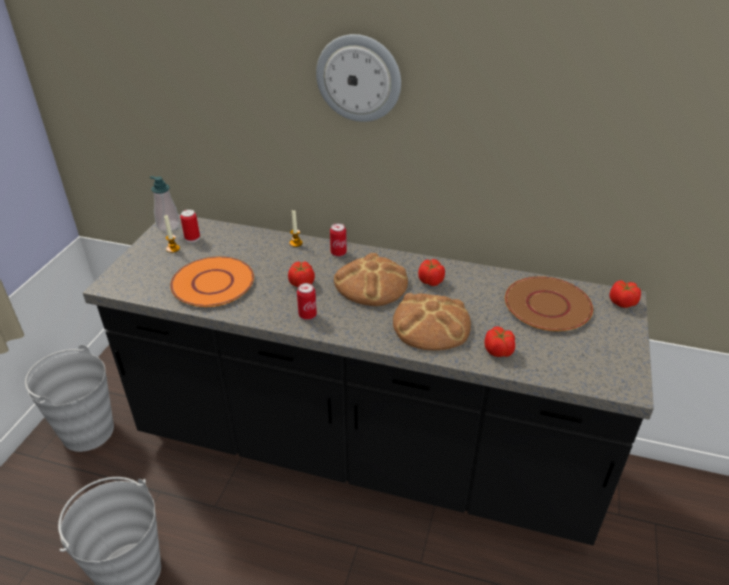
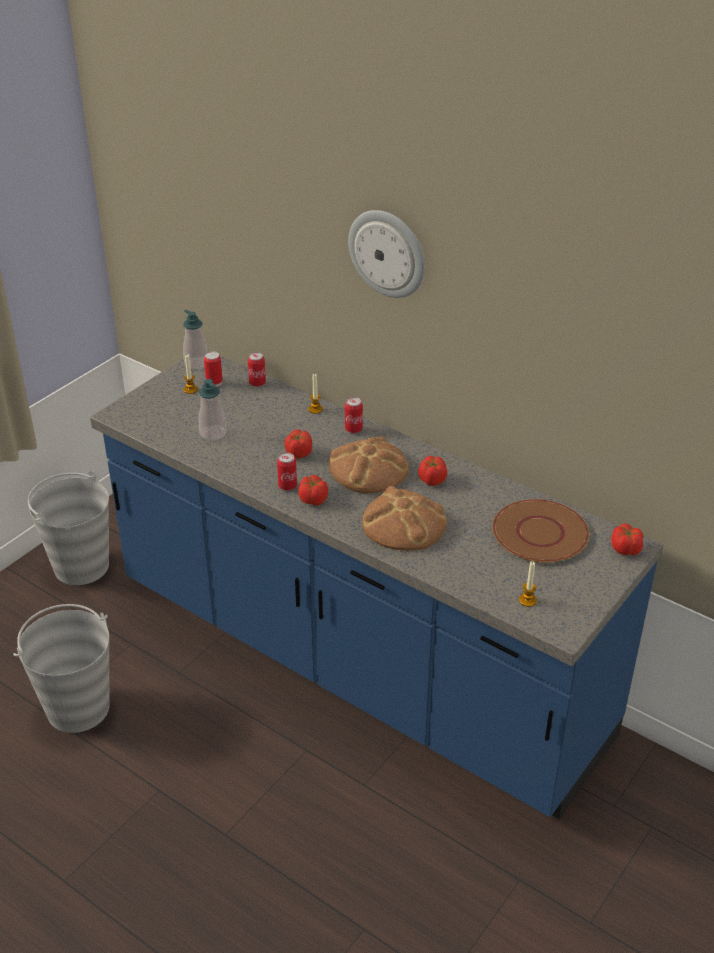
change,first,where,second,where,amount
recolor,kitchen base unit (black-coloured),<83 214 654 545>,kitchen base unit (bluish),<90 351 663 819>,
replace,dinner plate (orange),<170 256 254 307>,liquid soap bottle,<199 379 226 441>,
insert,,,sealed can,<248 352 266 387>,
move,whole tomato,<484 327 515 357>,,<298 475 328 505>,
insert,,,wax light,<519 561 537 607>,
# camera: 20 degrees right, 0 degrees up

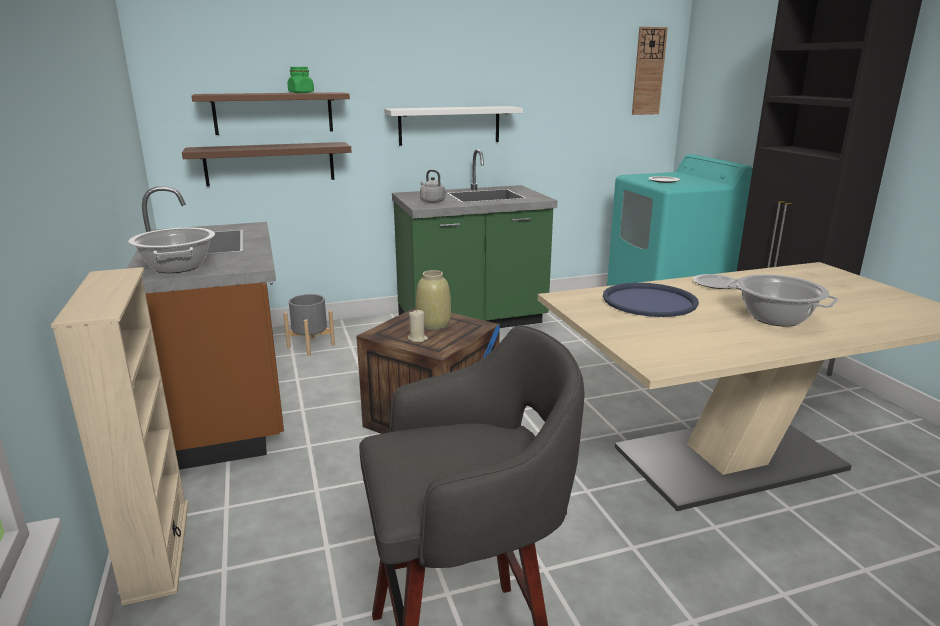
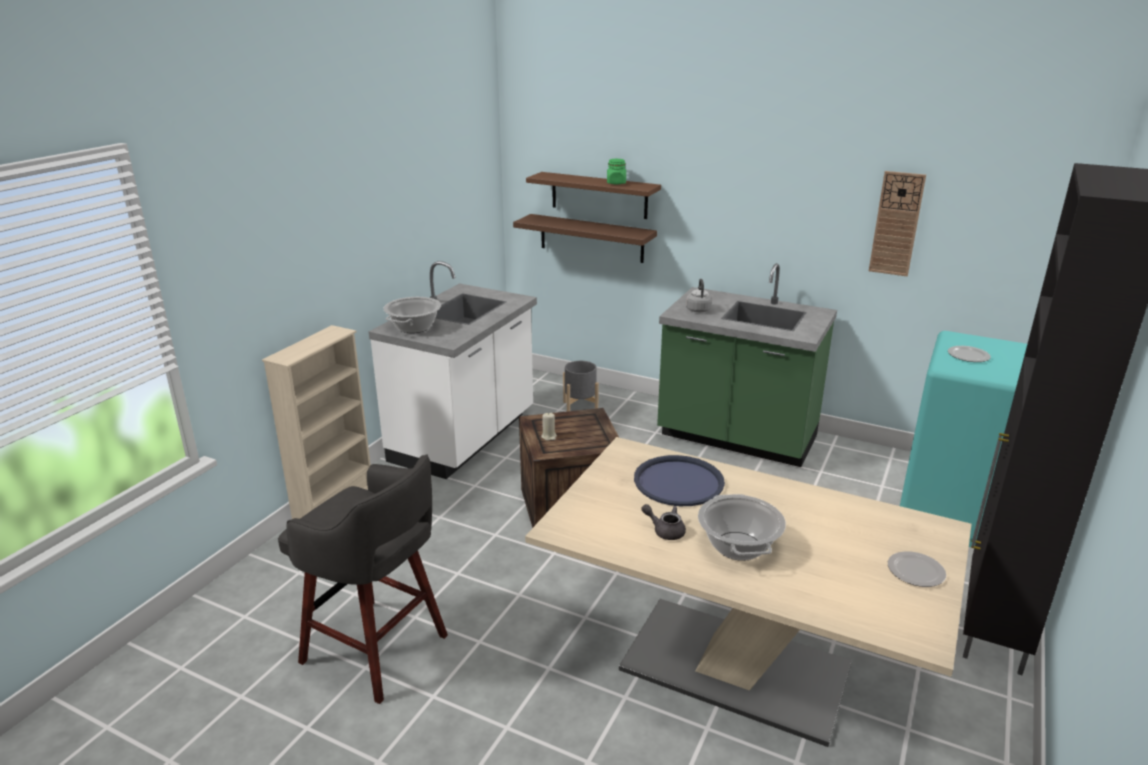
change,first,where,second,where,amount
recolor,kitchen base unit (brown),<127 186 284 470>,kitchen base unit (whitish),<369 261 537 479>,
insert,,,tea pot (gray),<641 504 686 540>,
move,clock on the wall,<632 27 668 115>,,<869 171 926 276>,
move,dinner plate,<693 274 738 289>,,<888 551 946 587>,
delete,shelf (whitish),<384 106 523 146>,,,
delete,flower vase (sand-coloured),<416 270 451 330>,,,
# camera: 45 degrees right, 5 degrees up

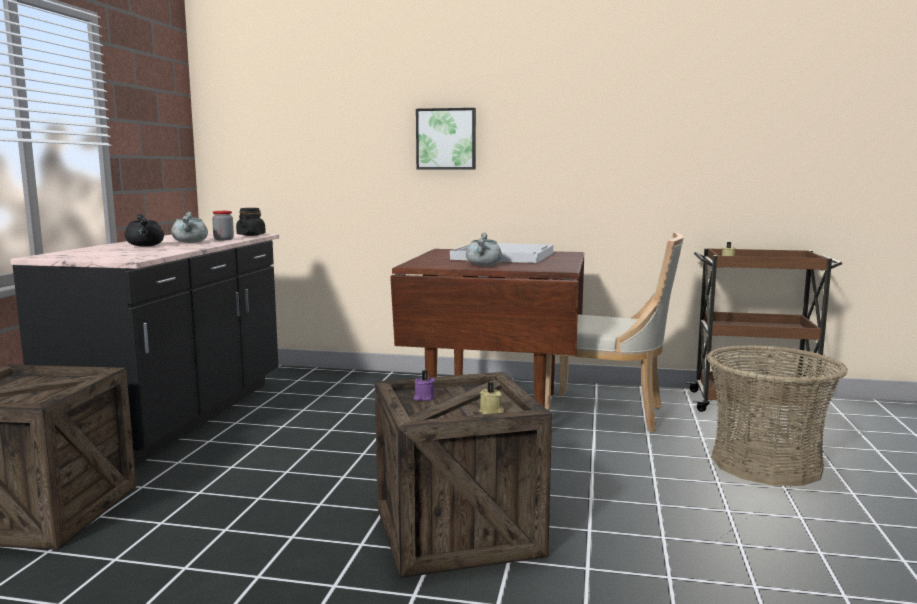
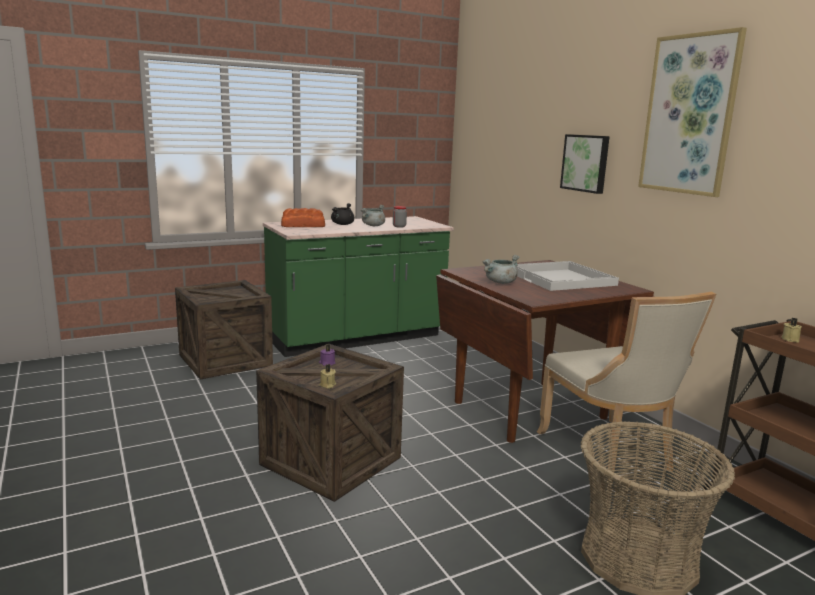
change,first,where,second,where,amount
recolor,kitchen base unit (black-coloured),<10 233 279 467>,kitchen base unit (green),<263 216 454 357>,
insert,,,bread,<281 208 325 227>,
insert,,,wall art,<638 27 747 197>,
delete,jar (black-coloured),<236 208 266 236>,,,
# camera: 50 degrees right, 5 degrees up

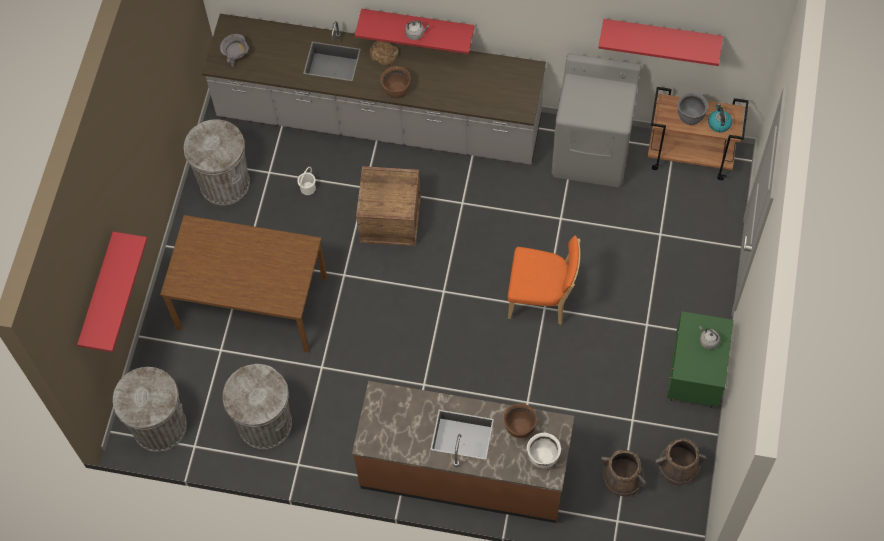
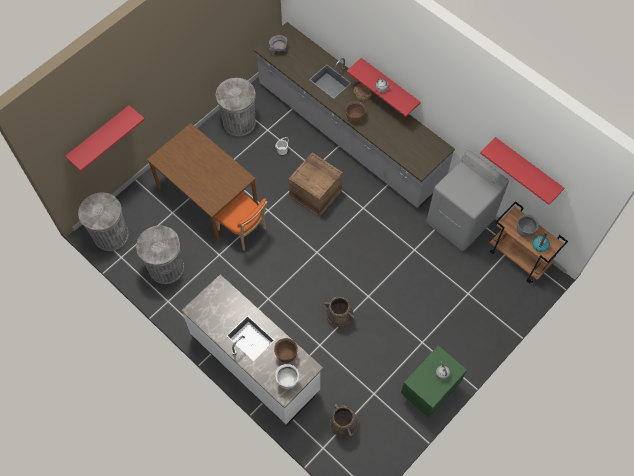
change,first,where,second,where,amount
recolor,kitchen base unit (brown),<352 381 574 523>,kitchen base unit (whitish),<181 274 323 426>,
move,plain chair (orange),<508 236 581 325>,,<215 192 267 251>,
move,water bucket (brown),<656 439 706 486>,,<324 296 355 328>,
# camera: 30 degrees right, 0 degrees up

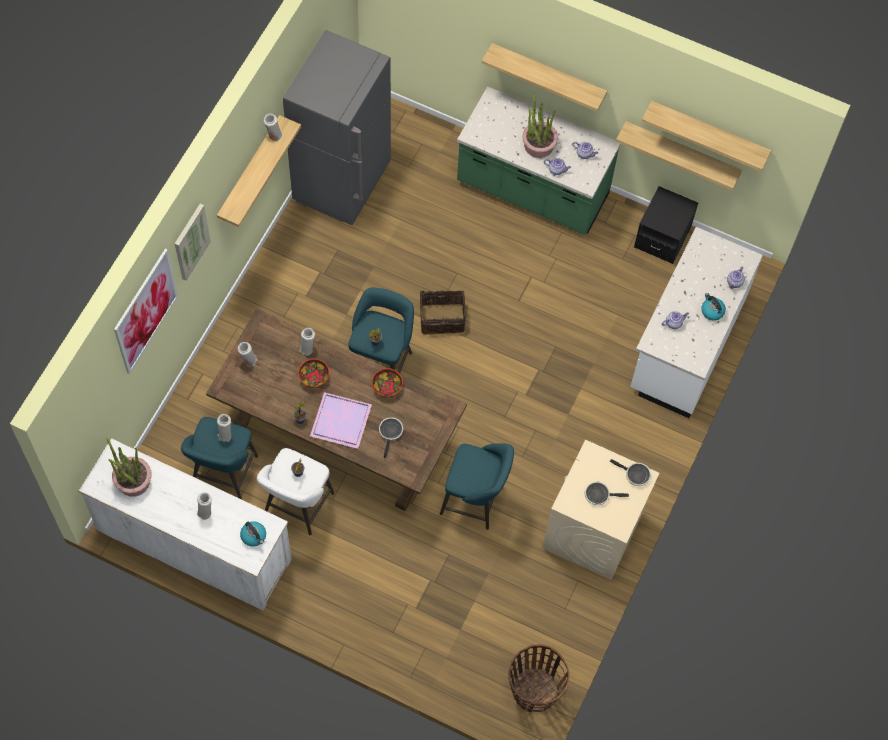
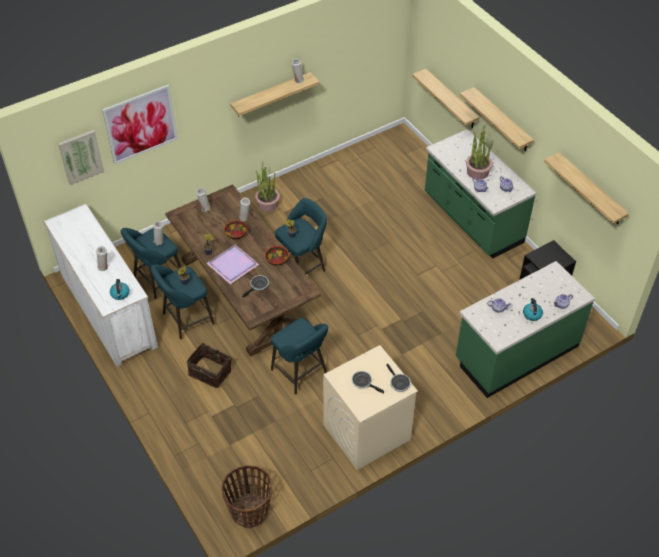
change,first,where,second,where,amount
move,wall art,<175 204 211 281>,,<58 130 104 185>,
recolor,stool (whitish),<257 448 334 535>,stool (blue-green),<150 264 214 340>,
move,household basket,<420 283 466 334>,,<187 343 232 388>,
move,plant in a pot,<107 438 151 497>,,<255 161 280 211>,
move,shelf,<616 121 742 190>,,<412 69 479 128>,
recolor,kitchen base unit (whitish),<630 227 763 418>,kitchen base unit (green),<456 261 595 398>,
delete,refrigerator (gray),<283 30 391 225>,,,
# camera: 35 degrees right, 15 degrees down

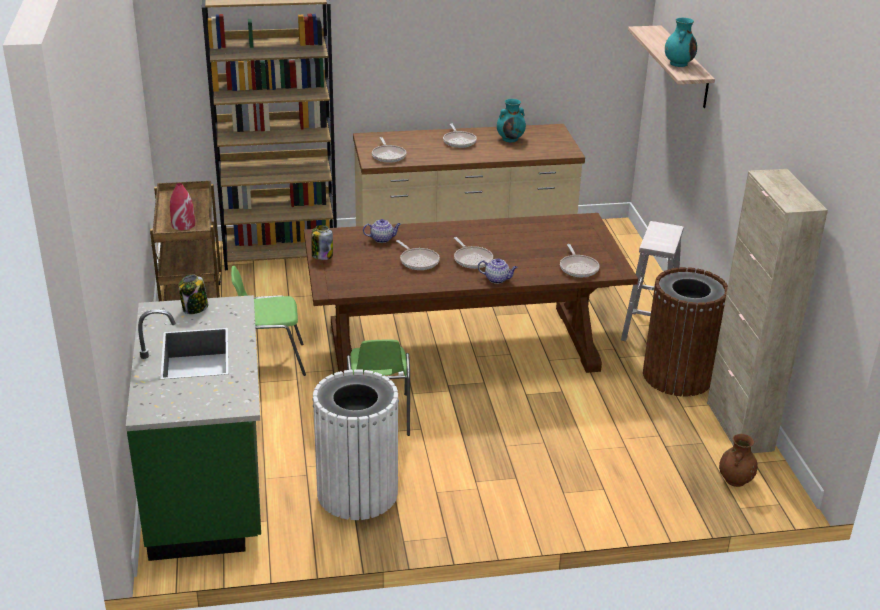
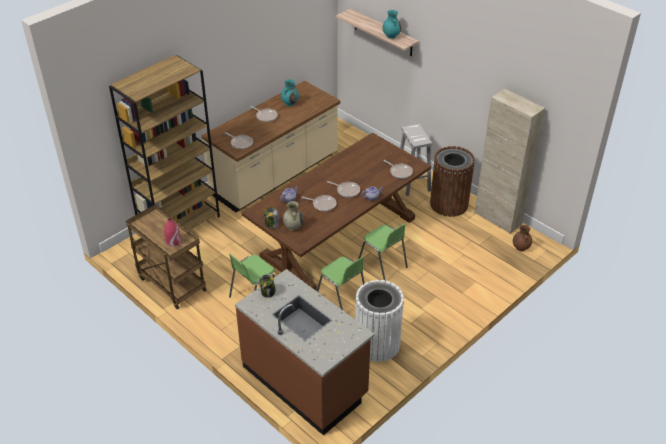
change,first,where,second,where,amount
recolor,kitchen base unit (green),<126 295 261 561>,kitchen base unit (brown),<235 269 375 435>,
insert,,,flower vase (sand-coloured),<283 201 304 231>,
insert,,,plain chair (green),<358 223 408 282>,
# camera: 35 degrees left, 10 degrees up

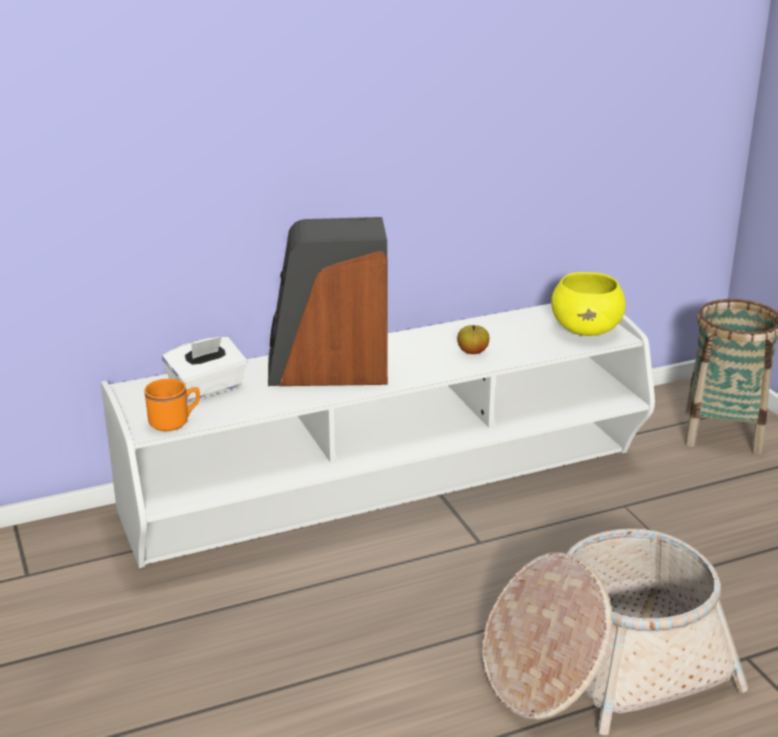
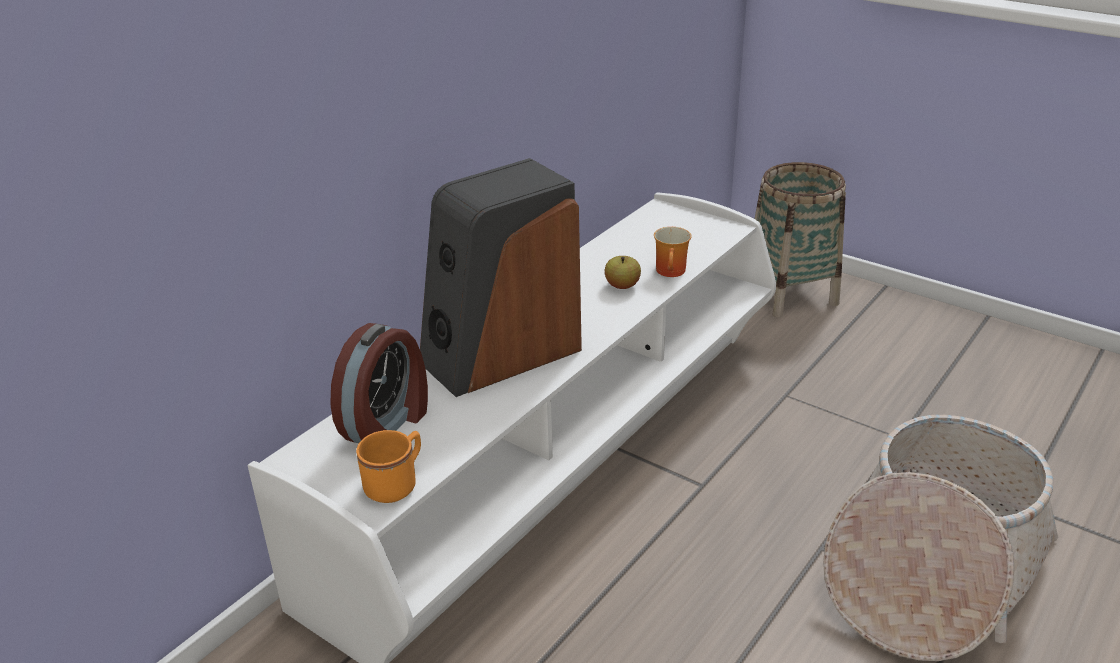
change,first,where,second,where,amount
replace,tissue holder (whitish),<162 337 247 401>,table clock,<330 323 428 443>,
insert,,,coffee mug,<654 227 692 277>,
delete,bowl (yellowish),<551 272 626 336>,,,
# camera: 30 degrees left, 5 degrees up

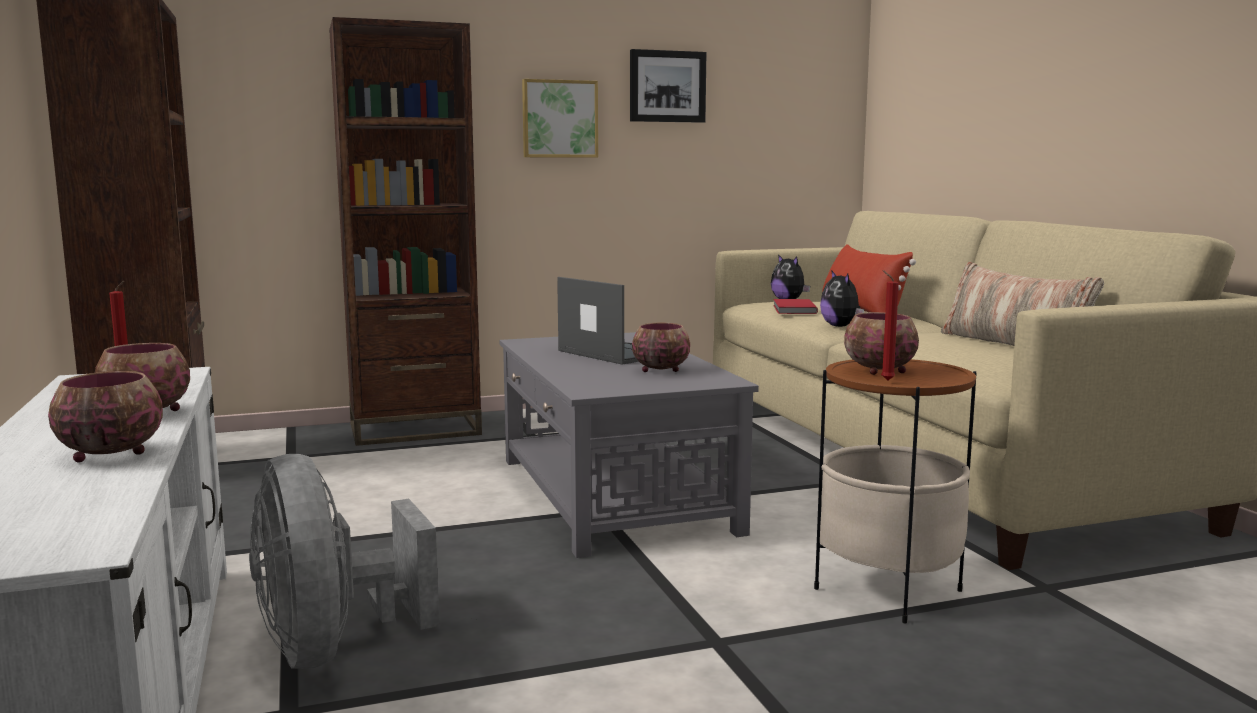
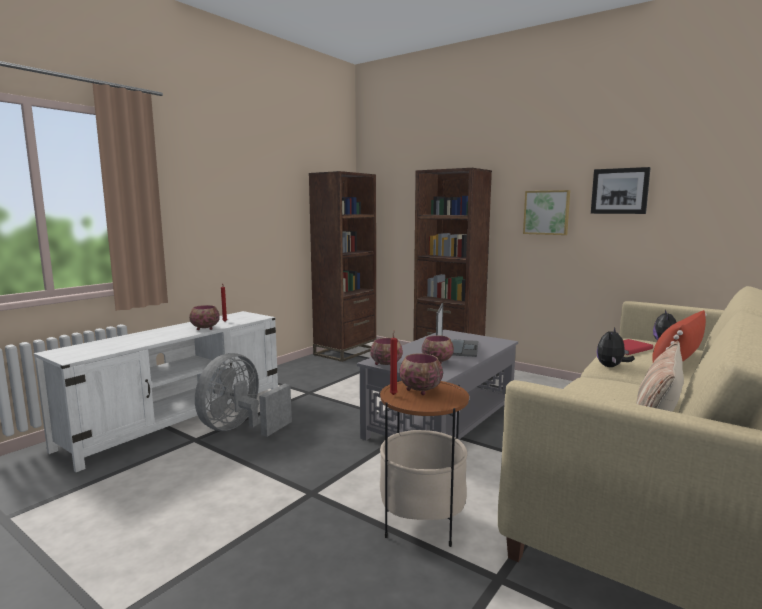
change,first,where,second,where,amount
move,bowl,<48 371 163 462>,,<370 338 403 365>,
# camera: 55 degrees right, 0 degrees up

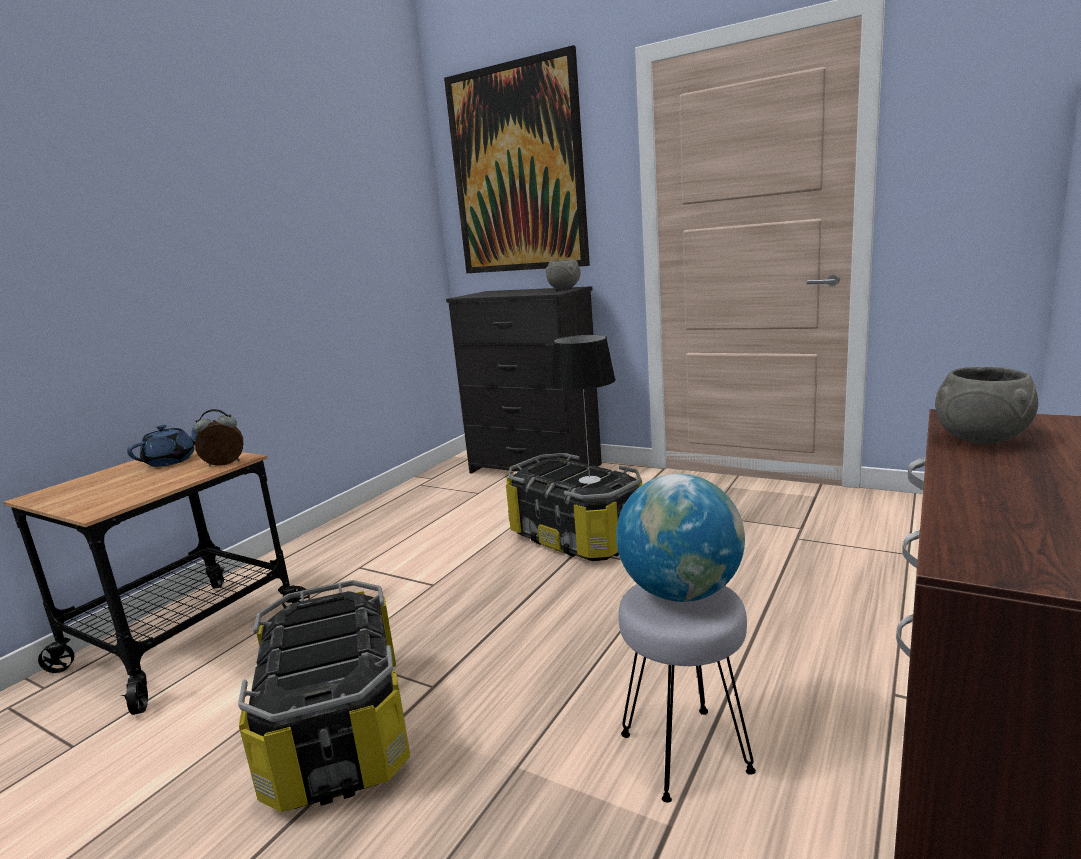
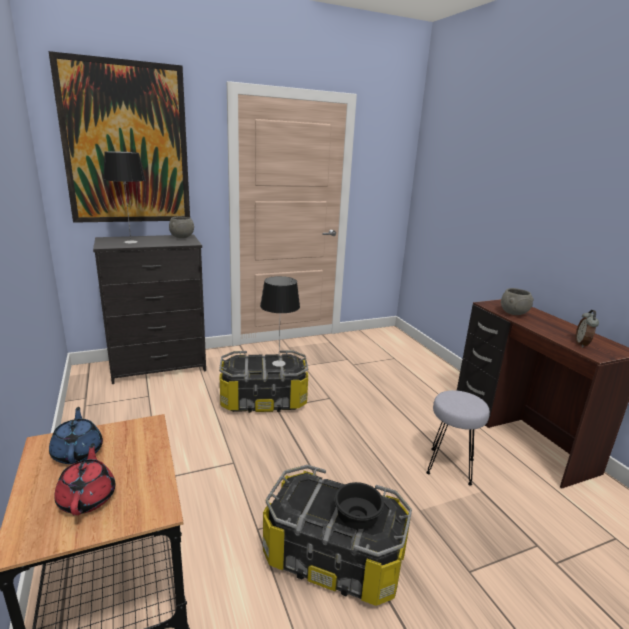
change,first,where,second,where,amount
insert,,,tea pot (red-coloured),<54 443 115 516>,
insert,,,table lamp,<103 151 145 244>,
insert,,,bowl (black-coloured),<334 482 384 529>,
move,table clock,<193 409 243 466>,,<575 310 599 348>,
delete,world globe,<616 474 745 602>,,,
# camera: 55 degrees left, 5 degrees up

